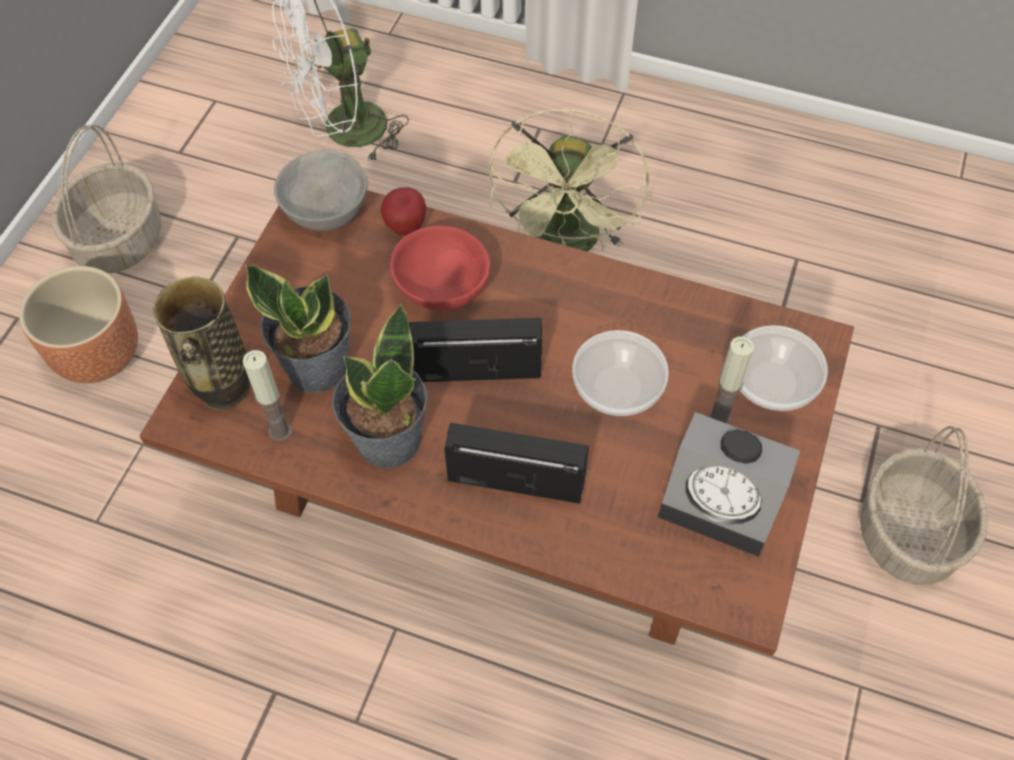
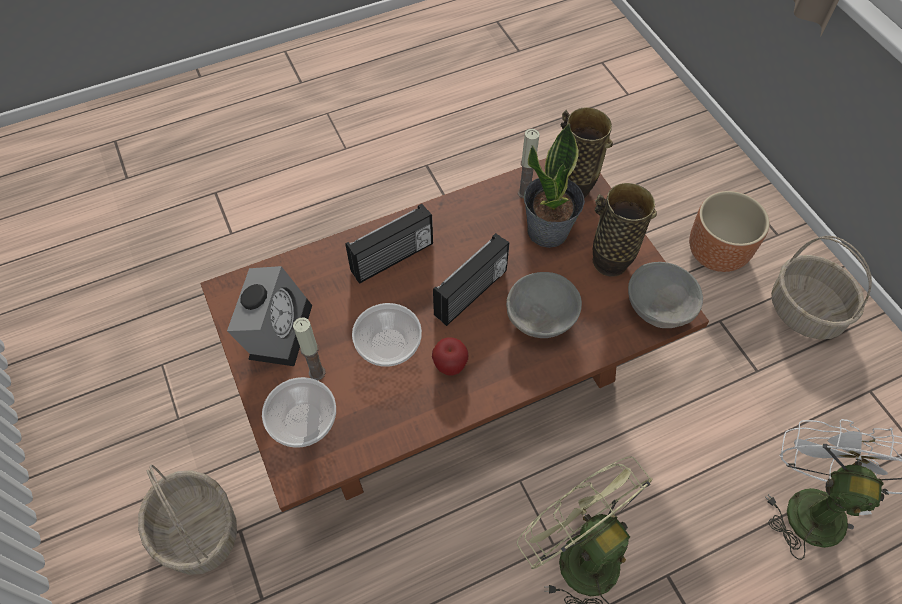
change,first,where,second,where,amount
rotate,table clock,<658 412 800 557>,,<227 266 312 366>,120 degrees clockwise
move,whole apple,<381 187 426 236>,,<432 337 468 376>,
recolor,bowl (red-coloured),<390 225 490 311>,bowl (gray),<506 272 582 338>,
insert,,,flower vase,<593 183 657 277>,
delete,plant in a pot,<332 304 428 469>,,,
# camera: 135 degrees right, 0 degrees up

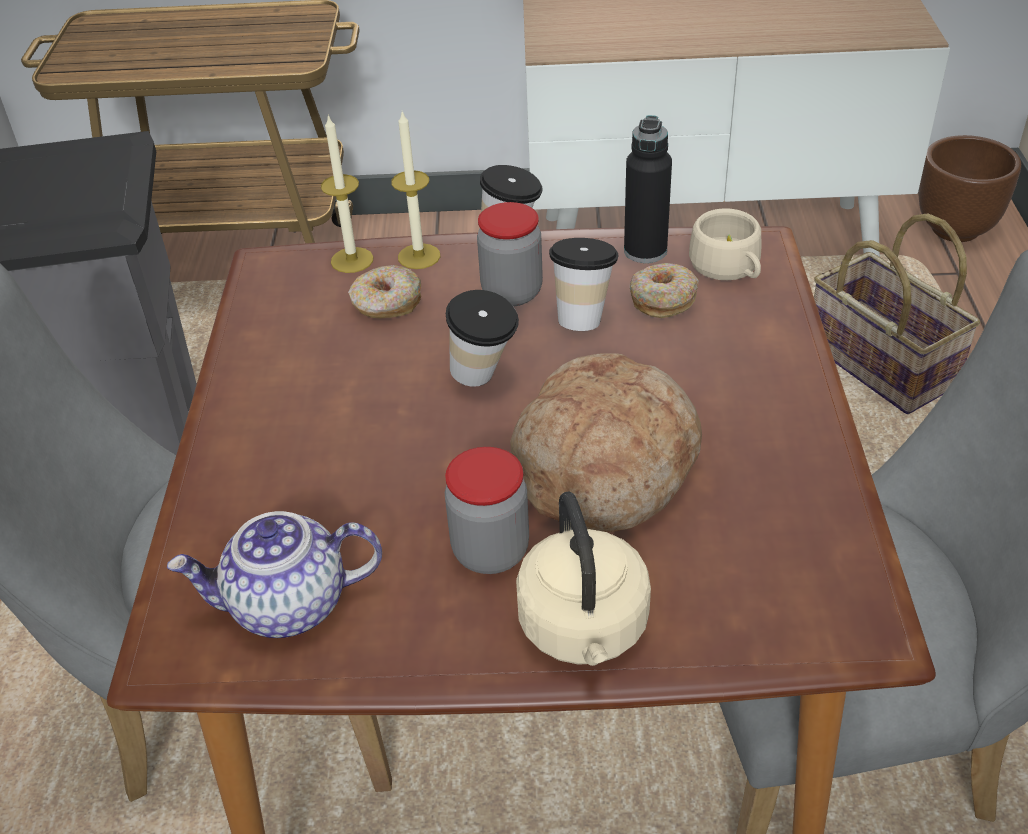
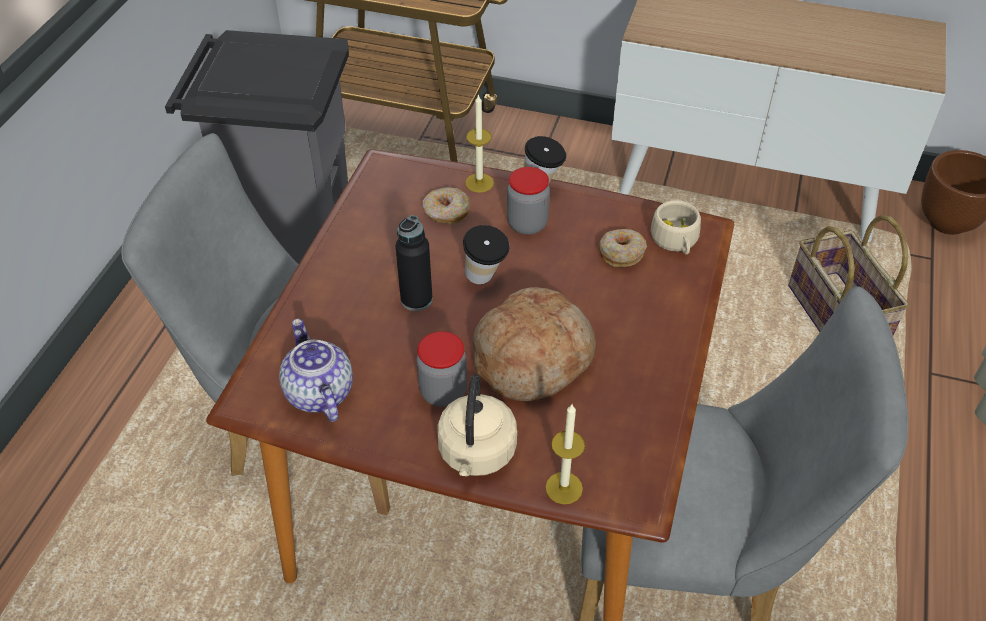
change,first,where,second,where,amount
rotate,tea pot,<167 511 382 638>,,<279 319 353 422>,60 degrees clockwise
move,bottle (black-coloured),<624 115 672 263>,,<396 215 433 311>,
move,wax light,<321 114 374 273>,,<545 404 585 504>,
delete,drinking cup,<549 238 619 331>,,,
# camera: 15 degrees right, 5 degrees up

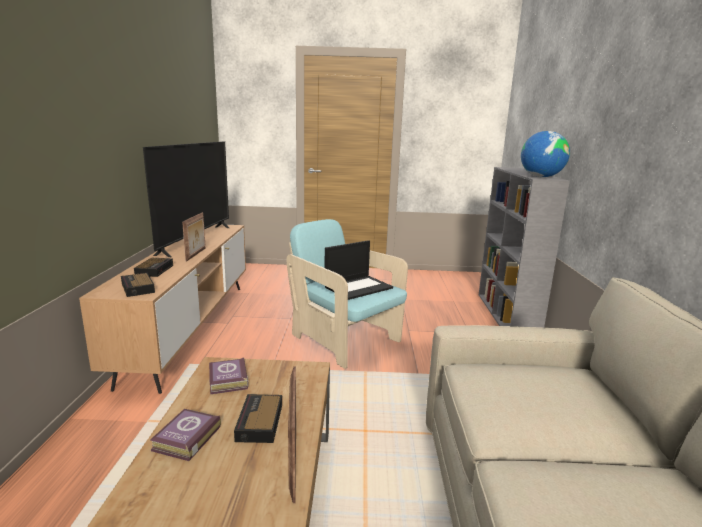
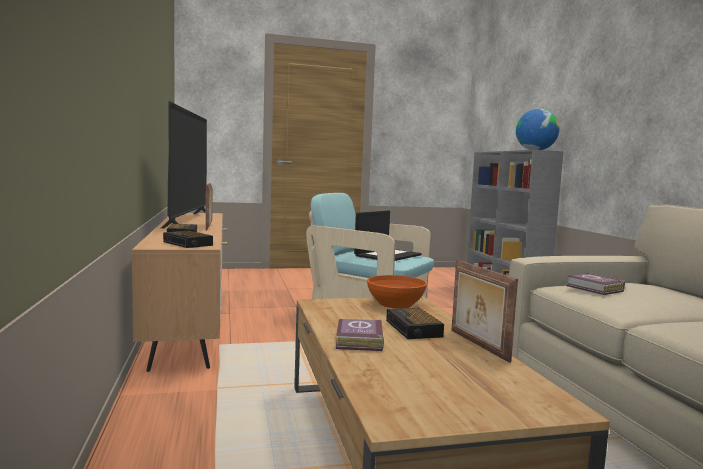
change,first,where,second,where,amount
insert,,,bowl (orange),<367 275 427 309>,
move,book,<209 357 248 394>,,<566 273 625 295>,
# camera: 15 degrees left, 10 degrees down

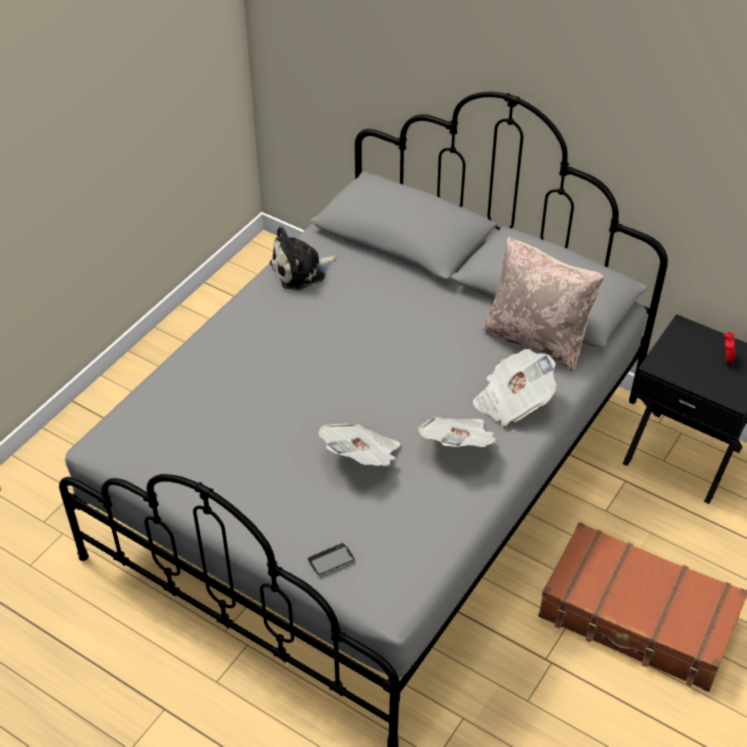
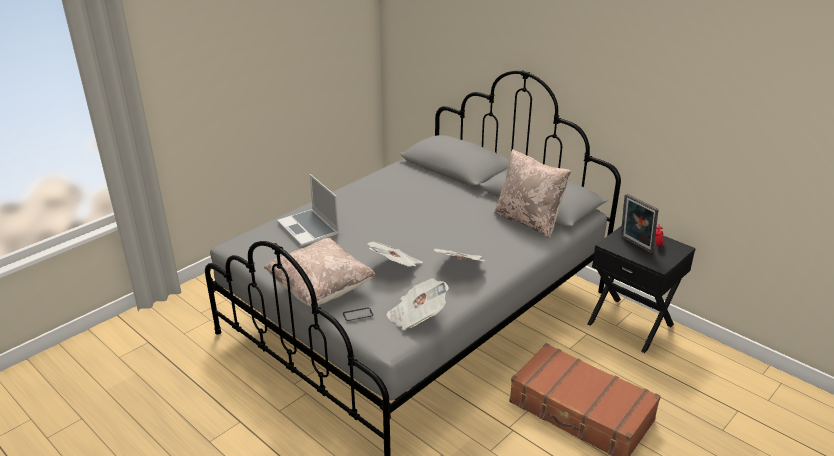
change,first,where,second,where,amount
insert,,,cushion (sand-coloured),<264 238 375 306>,
insert,,,portable computer,<277 174 339 246>,
move,printed paper,<473 349 557 426>,,<386 278 449 331>,
insert,,,picture frame,<621 194 659 253>,
delete,plush toy,<270 226 337 290>,,,
# camera: 10 degrees right, 15 degrees down

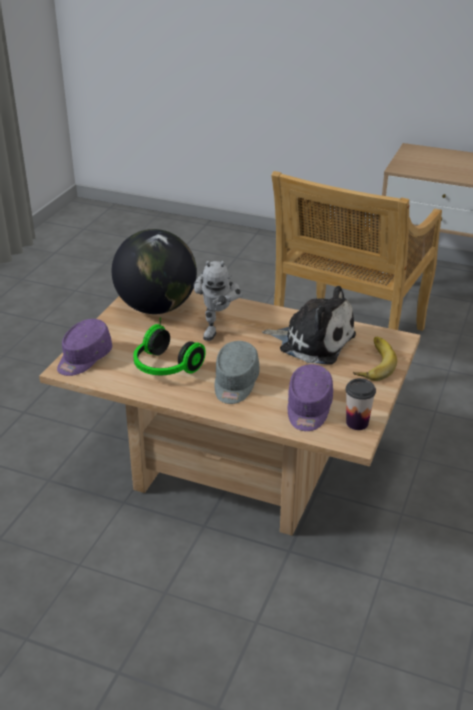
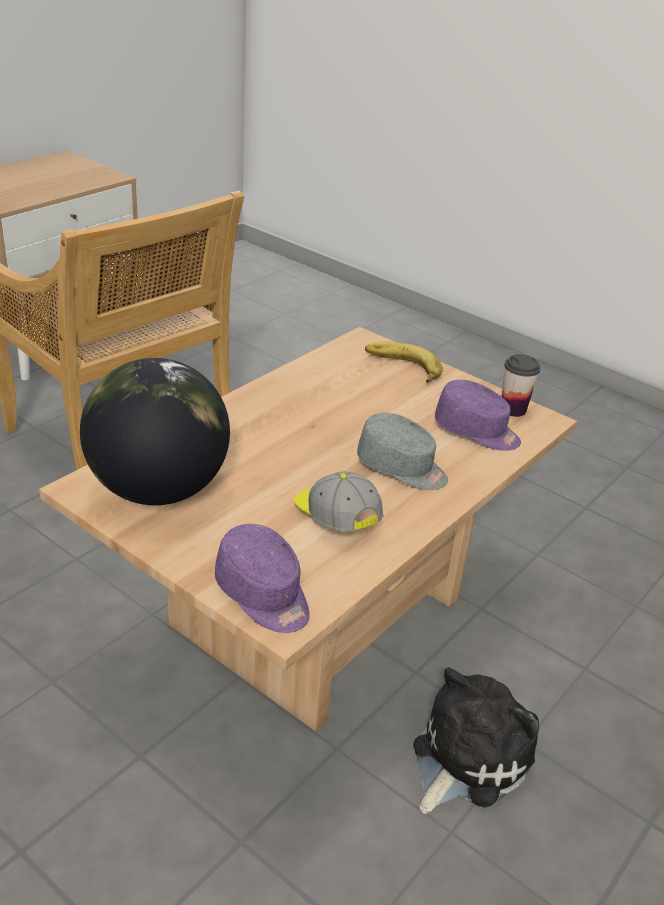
change,first,where,second,where,amount
replace,headphones,<133 318 206 375>,baseball cap,<294 471 383 532>,
move,plush toy,<262 286 356 365>,,<413 667 539 815>,
delete,model robot,<193 261 243 341>,,,
# camera: 75 degrees left, 0 degrees up

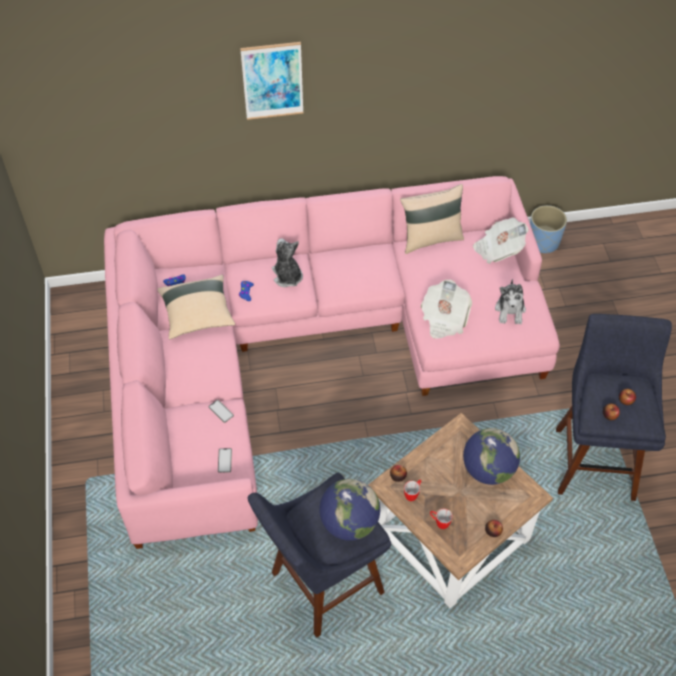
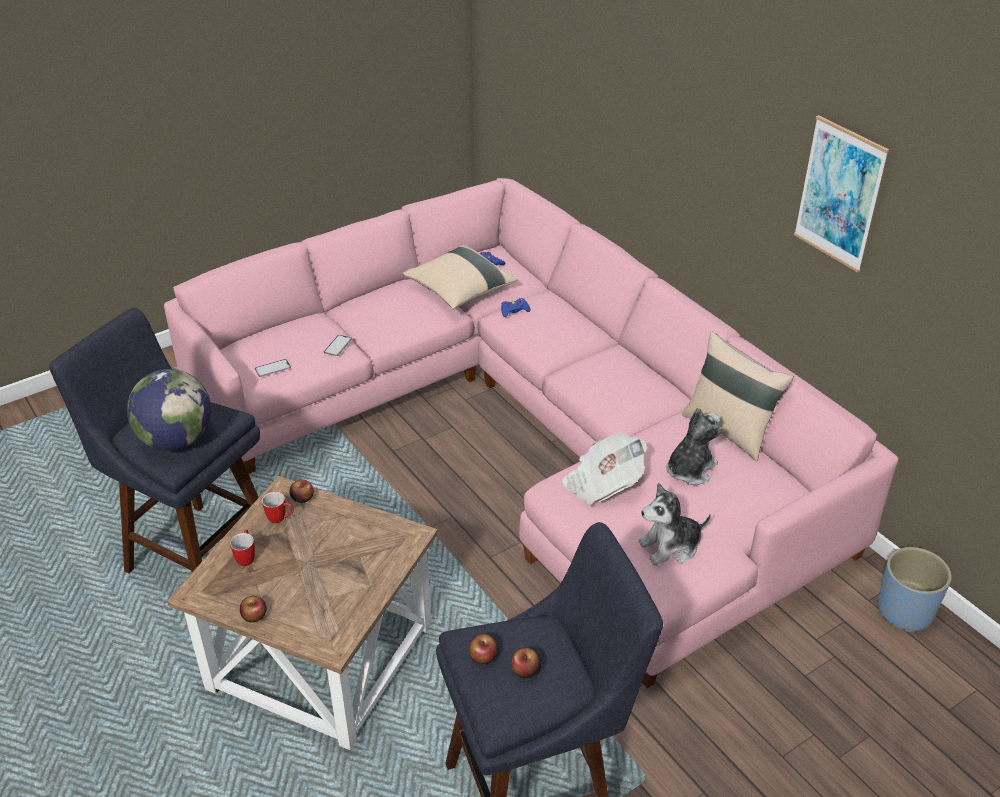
change,first,where,second,where,amount
move,plush toy,<272 239 303 287>,,<666 408 722 485>,
move,wall art,<240 42 304 120>,,<794 115 889 273>,
delete,world globe,<463 428 520 485>,,,
delete,printed paper,<473 218 529 264>,,,
# camera: 65 degrees right, 15 degrees down

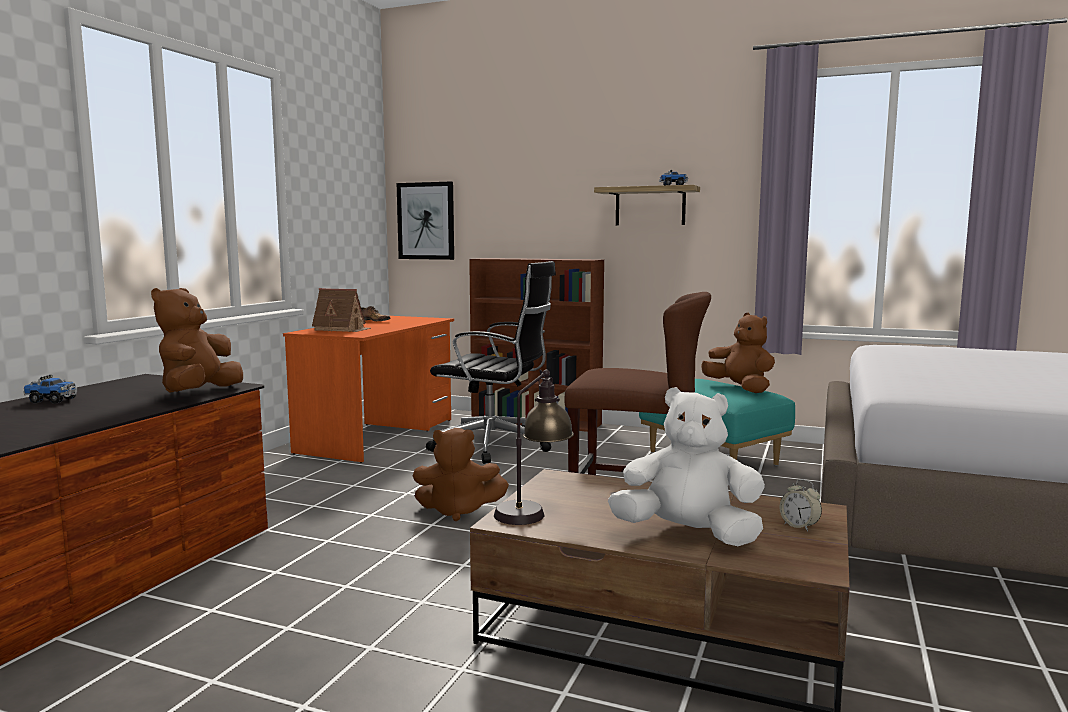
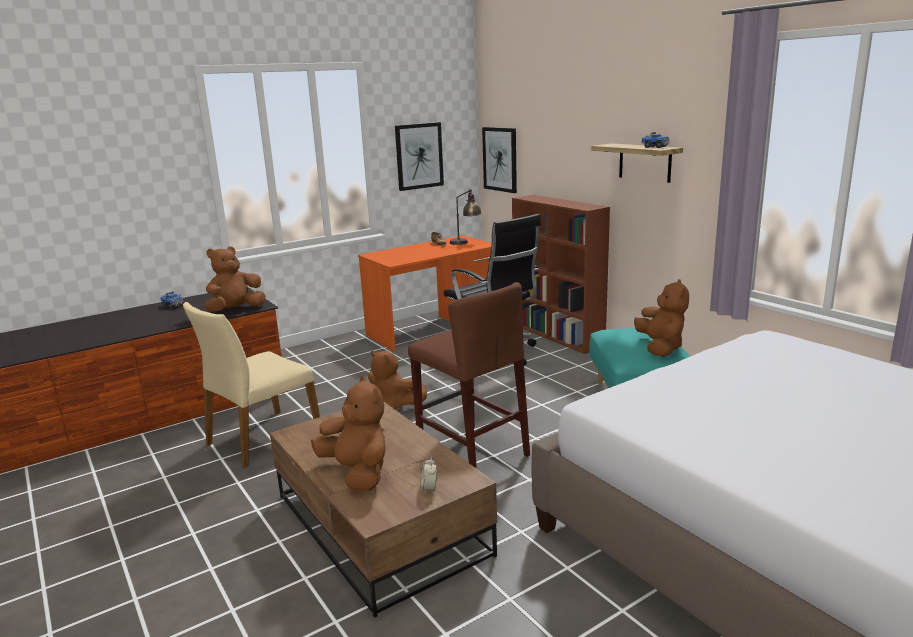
change,first,where,second,where,amount
insert,,,plain chair (sand-coloured),<183 302 320 468>,
recolor,plush toy (whitish),<608 387 765 546>,plush toy (brown),<311 376 385 491>,
insert,,,wall art,<395 122 444 191>,
move,table lamp,<494 370 574 525>,,<450 189 482 245>,
delete,model house,<312 288 371 332>,,,
# camera: 35 degrees right, 10 degrees up

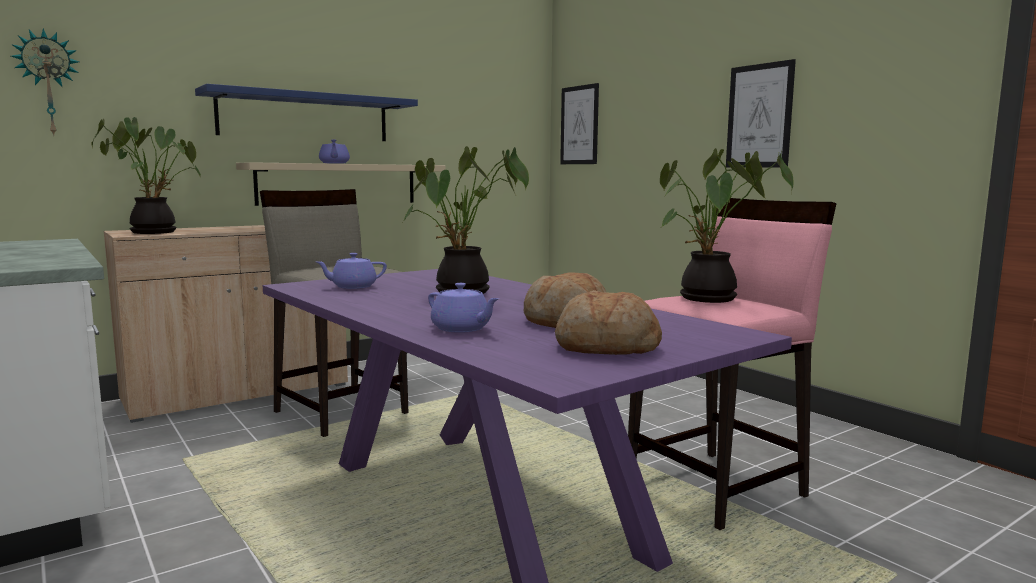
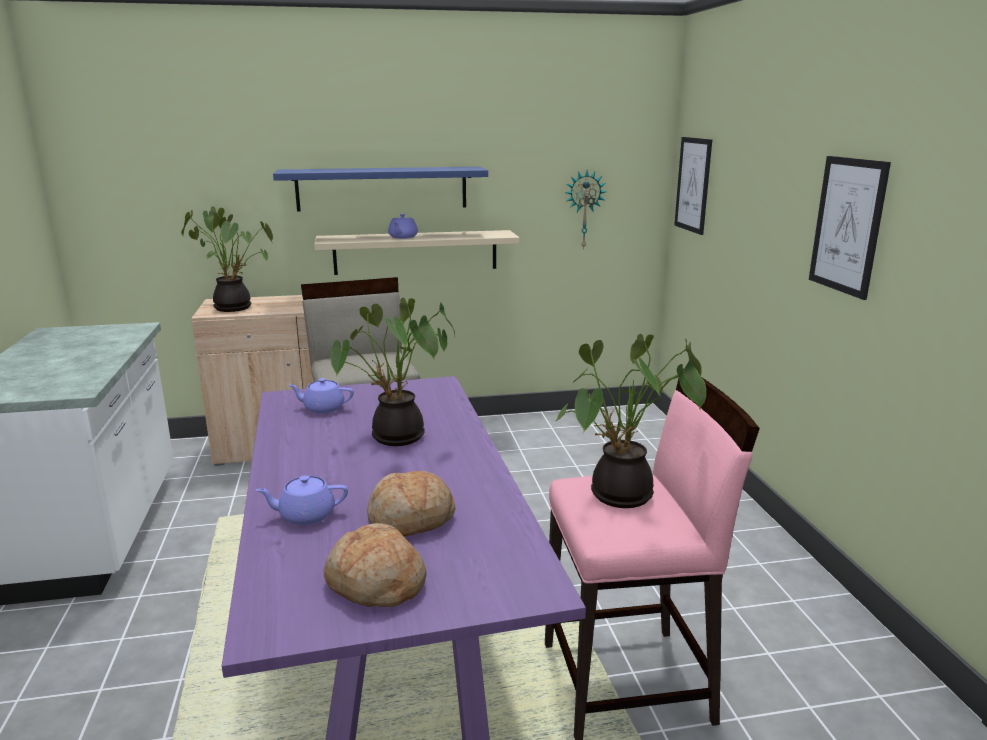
change,first,where,second,where,amount
rotate,tea pot (purplish),<428 283 499 333>,,<256 475 348 525>,105 degrees clockwise
move,clock on the wall,<11 28 79 135>,,<565 170 606 250>,
# camera: 25 degrees right, 10 degrees up

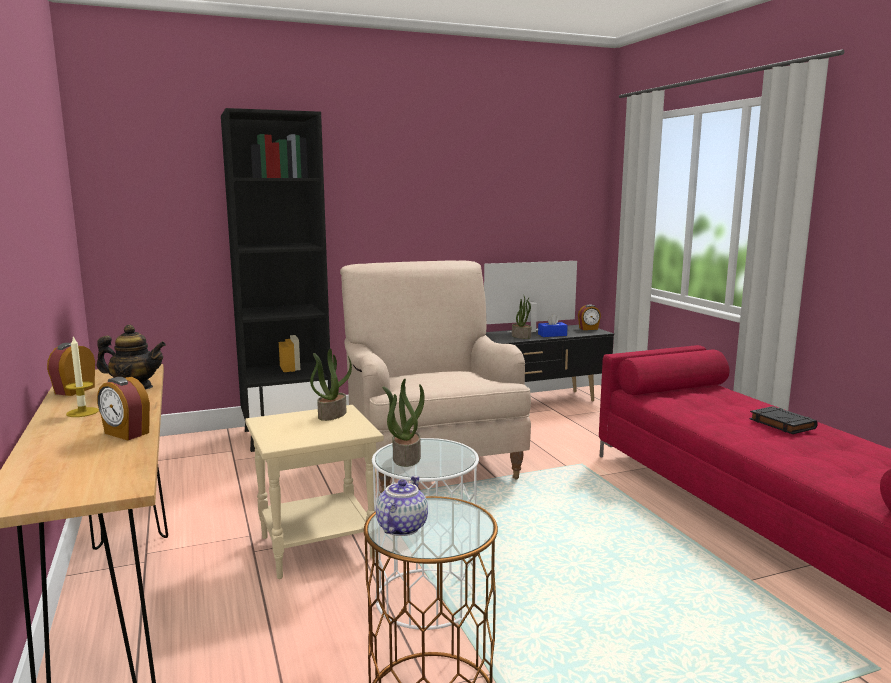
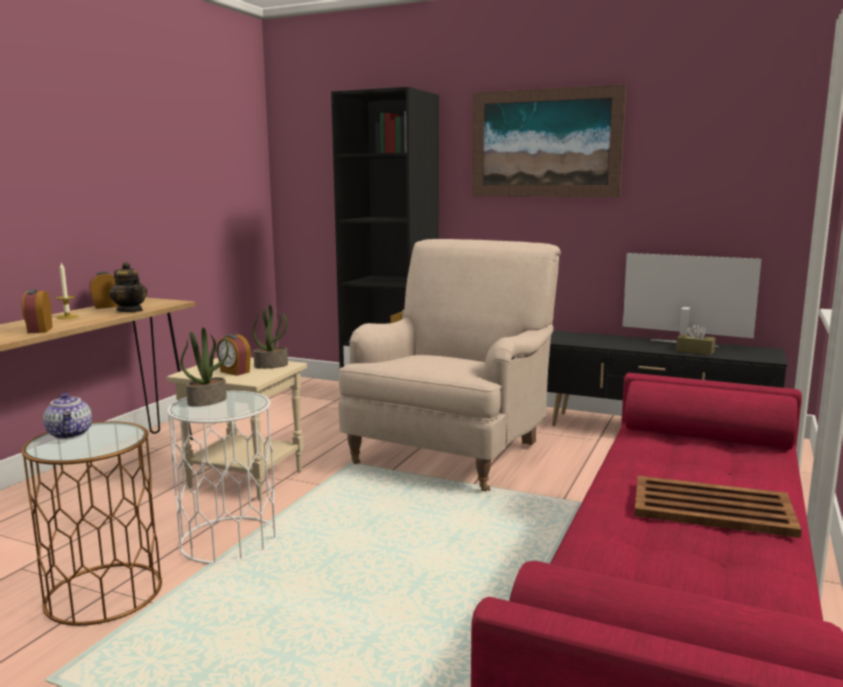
change,first,where,second,where,amount
rotate,tea pot,<376 476 428 536>,,<43 393 92 439>,90 degrees clockwise
move,table clock,<578 305 601 330>,,<216 334 251 376>,
insert,,,wall art,<472 84 626 197>,
replace,book (black-coloured),<750 406 818 434>,serving tray (brown),<634 476 802 538>,
recolor,tissue holder (bluish),<538 314 568 337>,tissue holder (brown),<676 324 715 355>,
delete,plant in a pot,<512 296 531 339>,,,
# camera: 45 degrees right, 0 degrees up

